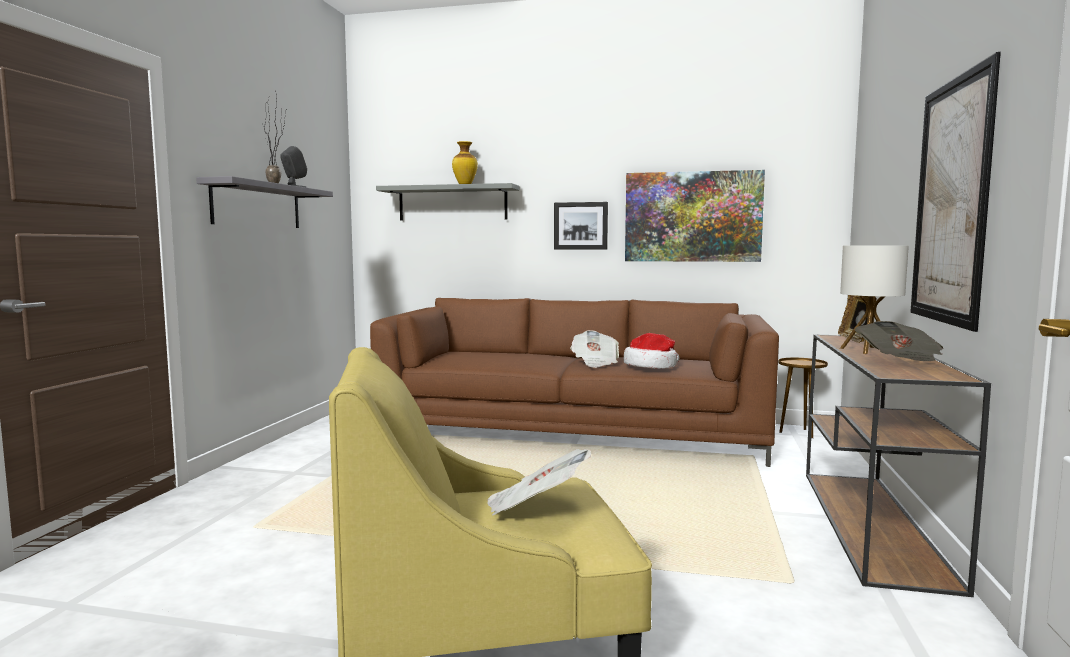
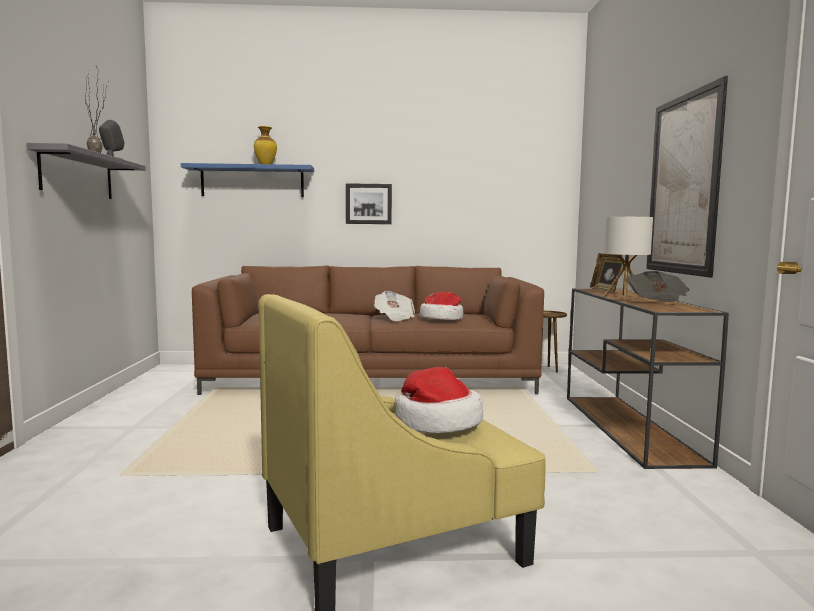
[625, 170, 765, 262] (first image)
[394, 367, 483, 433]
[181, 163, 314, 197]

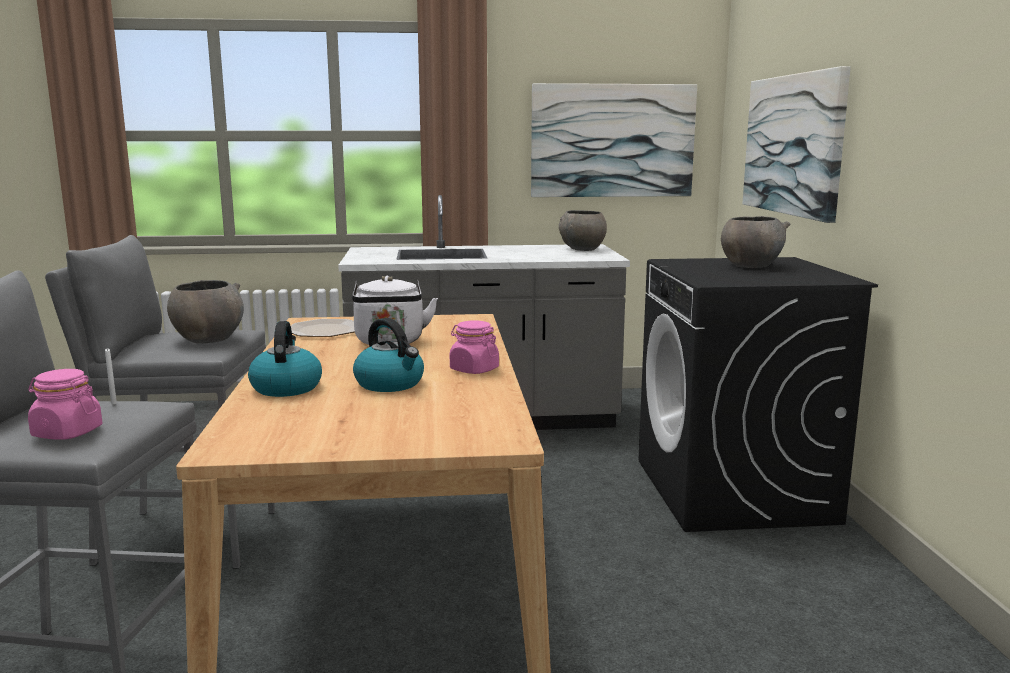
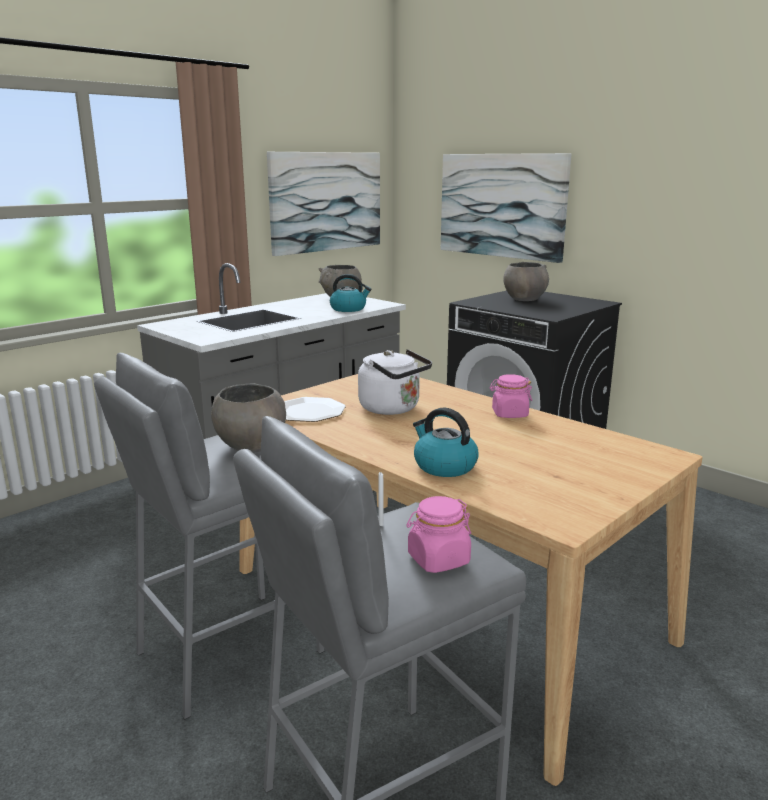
[330, 274, 372, 312]

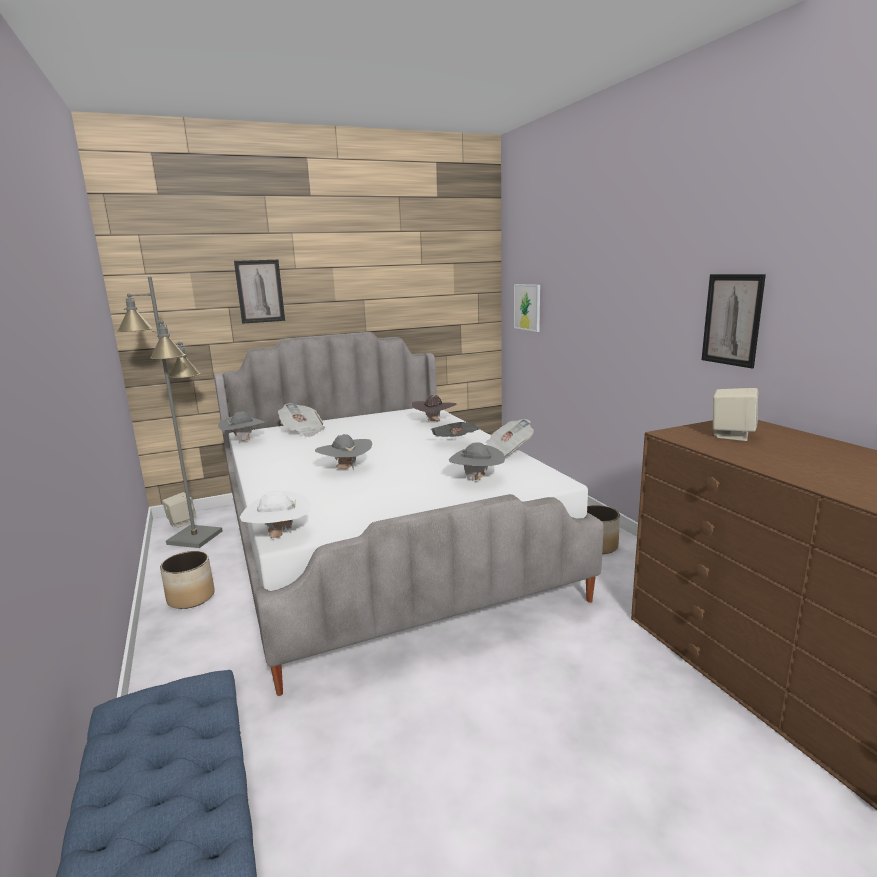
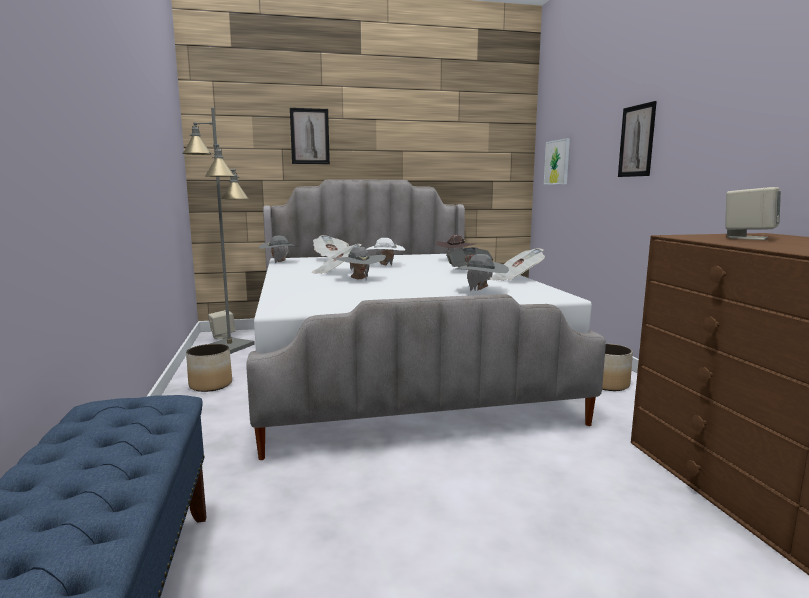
[312, 244, 361, 274]
[366, 238, 405, 266]
[618, 101, 657, 177]

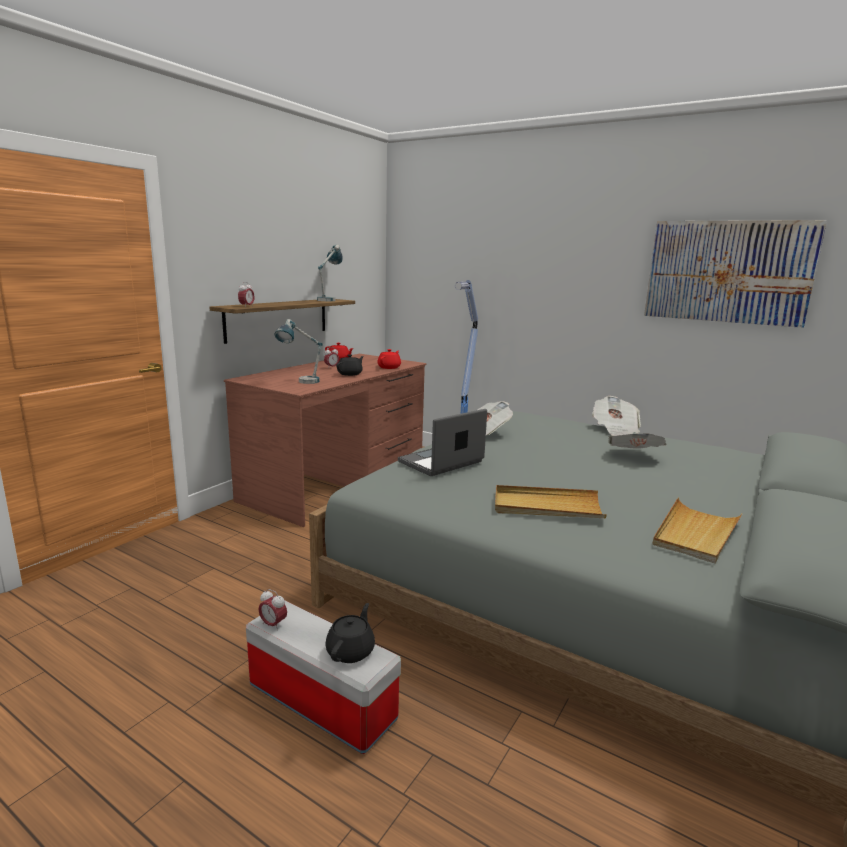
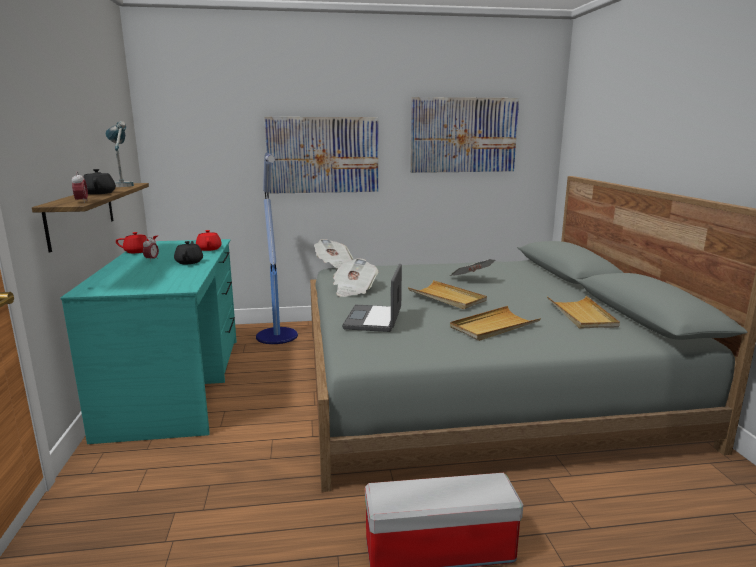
[259, 589, 287, 631] (first image)
[274, 319, 323, 384] (first image)
[264, 117, 378, 194]
[408, 280, 487, 309]
[83, 169, 116, 194]
[314, 239, 353, 269]
[60, 239, 237, 444]

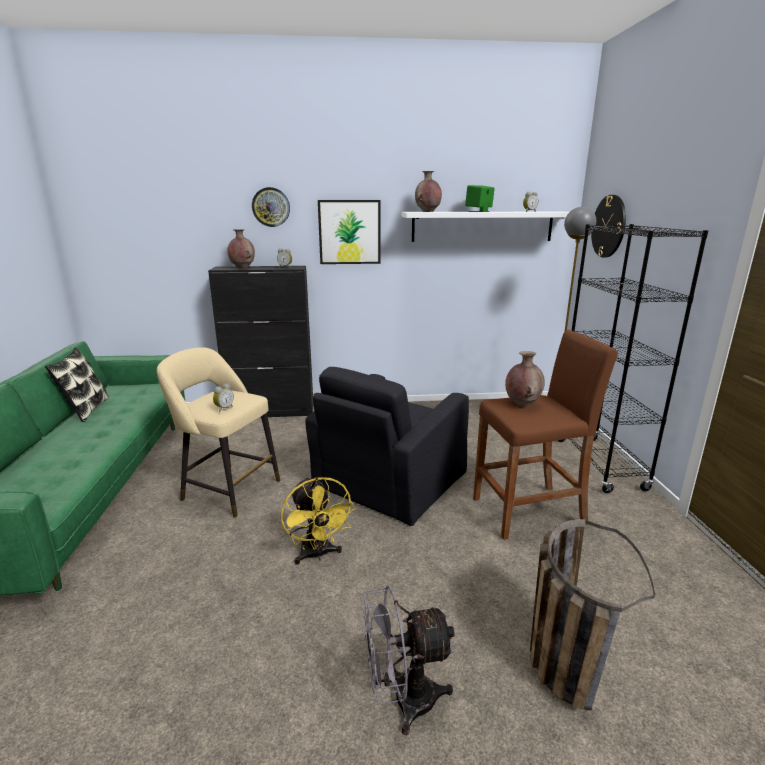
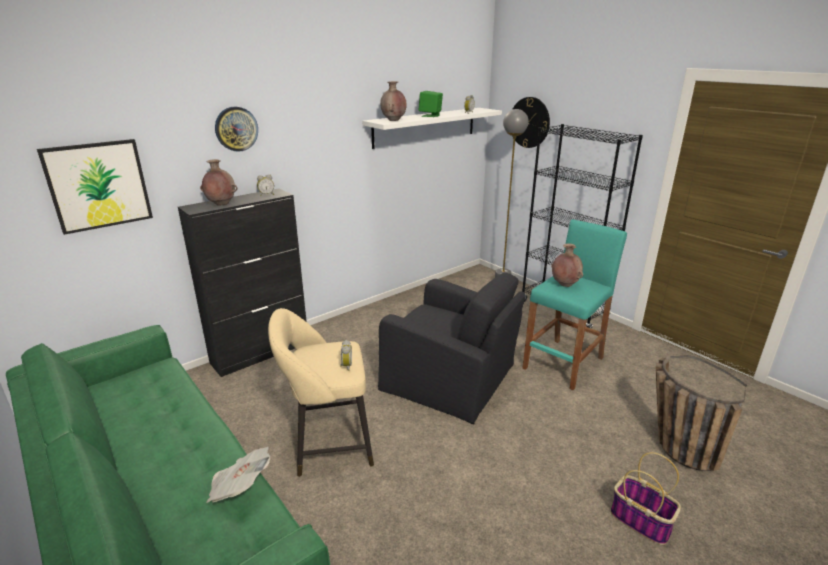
[45, 347, 109, 422] (first image)
[281, 477, 355, 565] (first image)
[207, 447, 271, 503]
[37, 139, 153, 235]
[610, 452, 681, 545]
[523, 219, 627, 390]
[378, 273, 526, 424]

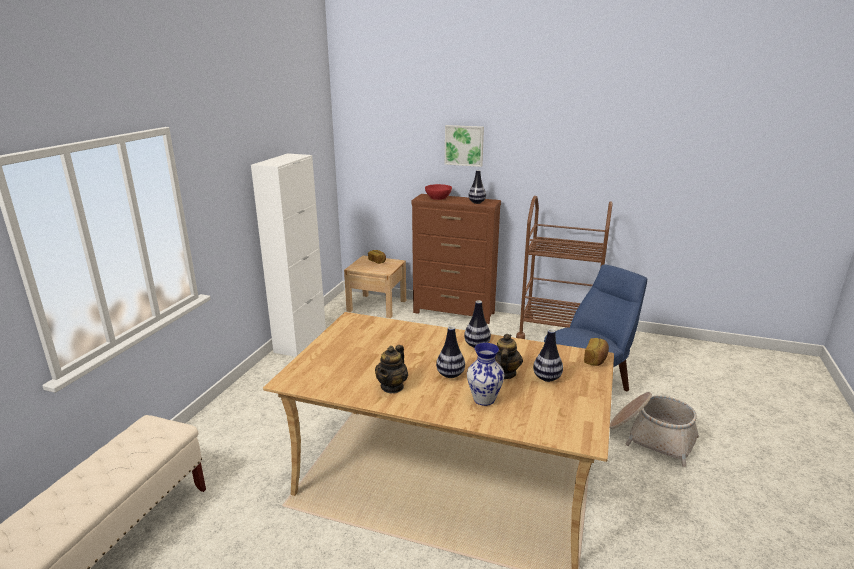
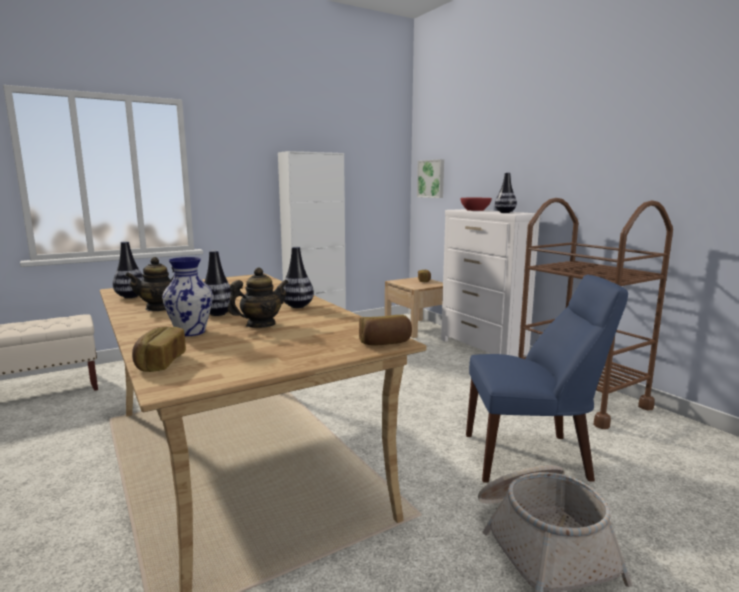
[132, 327, 186, 372]
[417, 159, 444, 198]
[113, 241, 144, 298]
[441, 209, 541, 357]

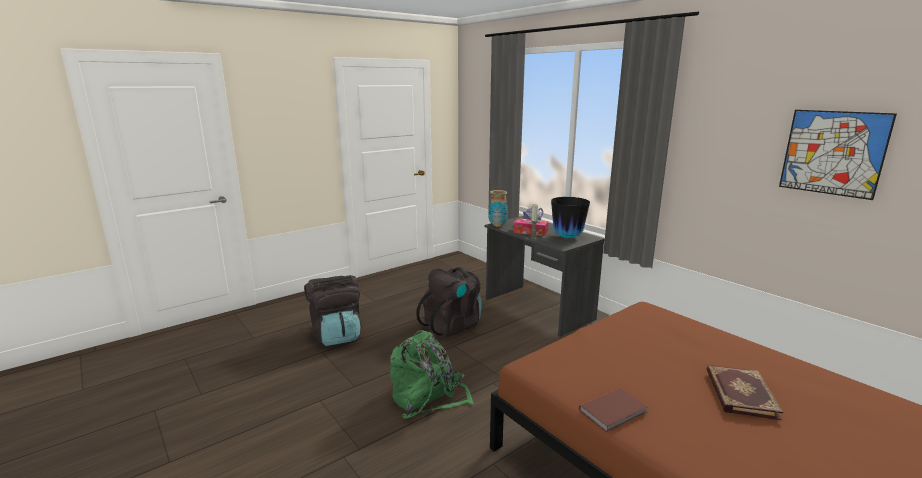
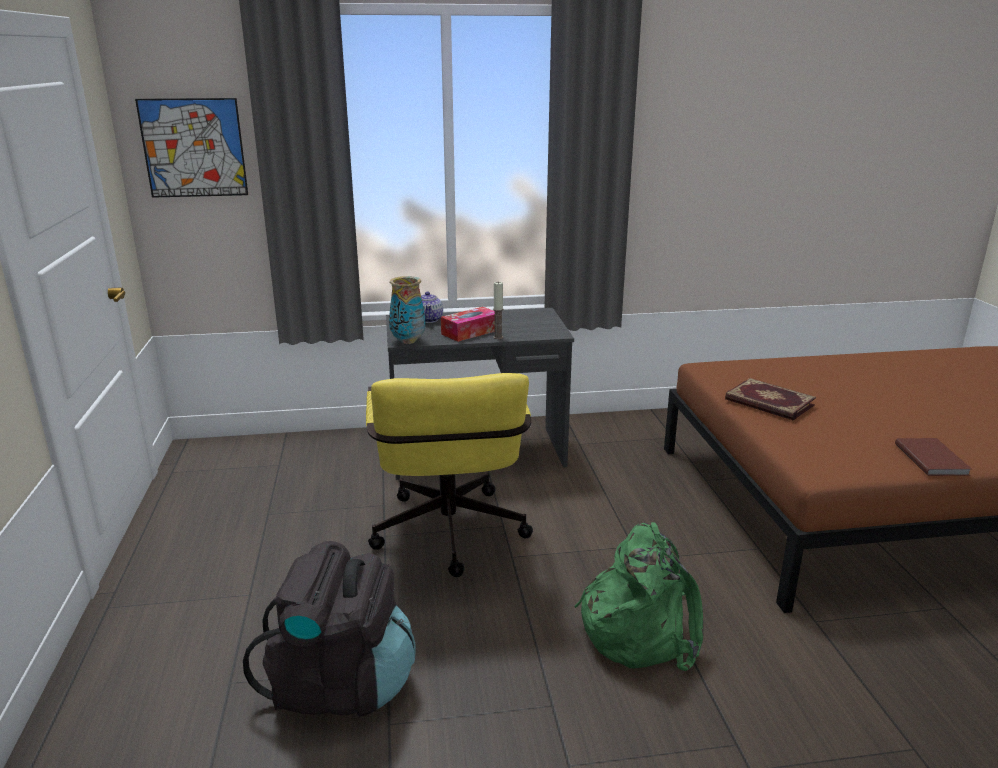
[551, 197, 590, 238] (first image)
[725, 378, 816, 421]
[135, 98, 248, 198]
[366, 373, 533, 577]

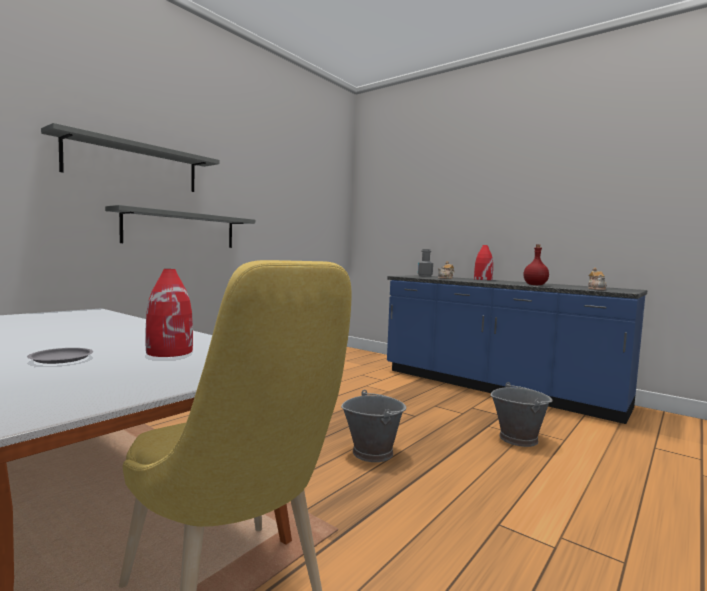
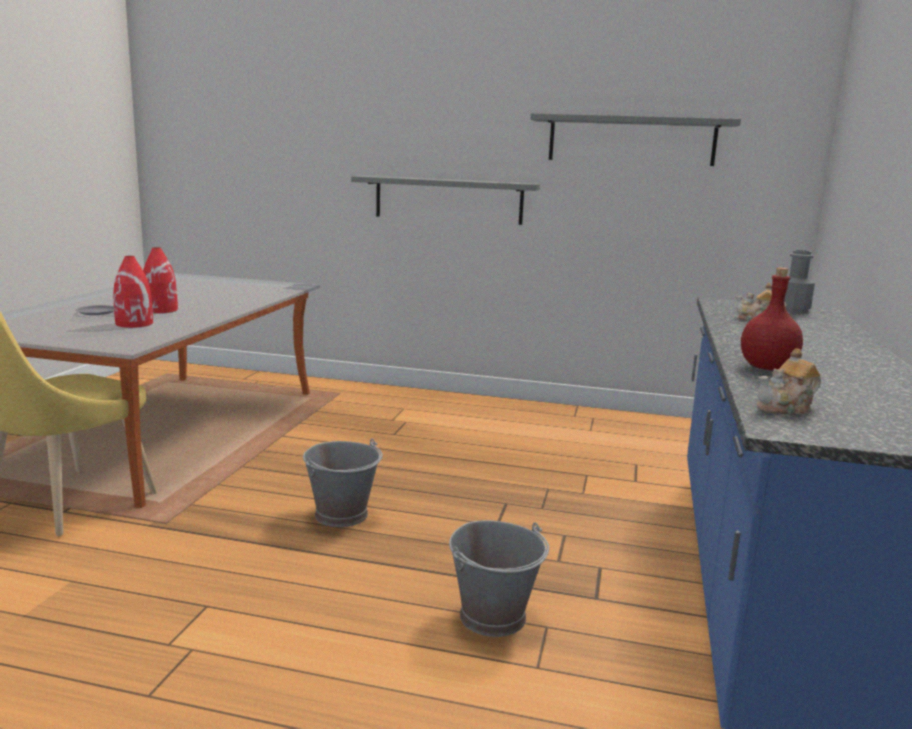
[531, 113, 741, 166]
[143, 247, 178, 313]

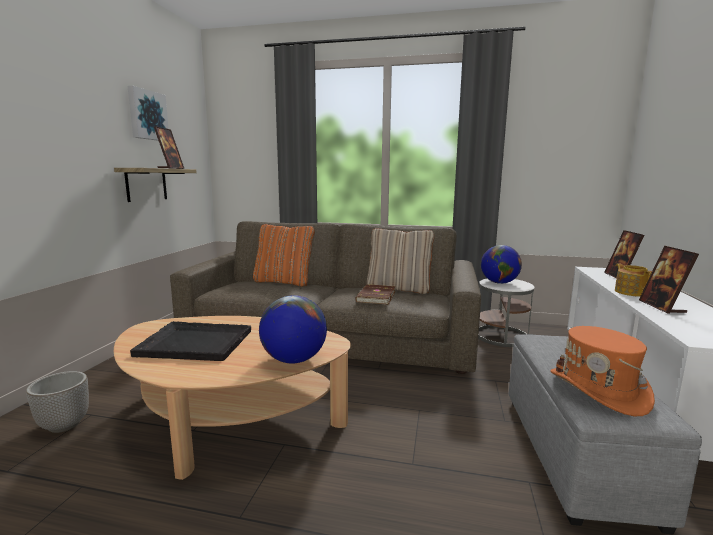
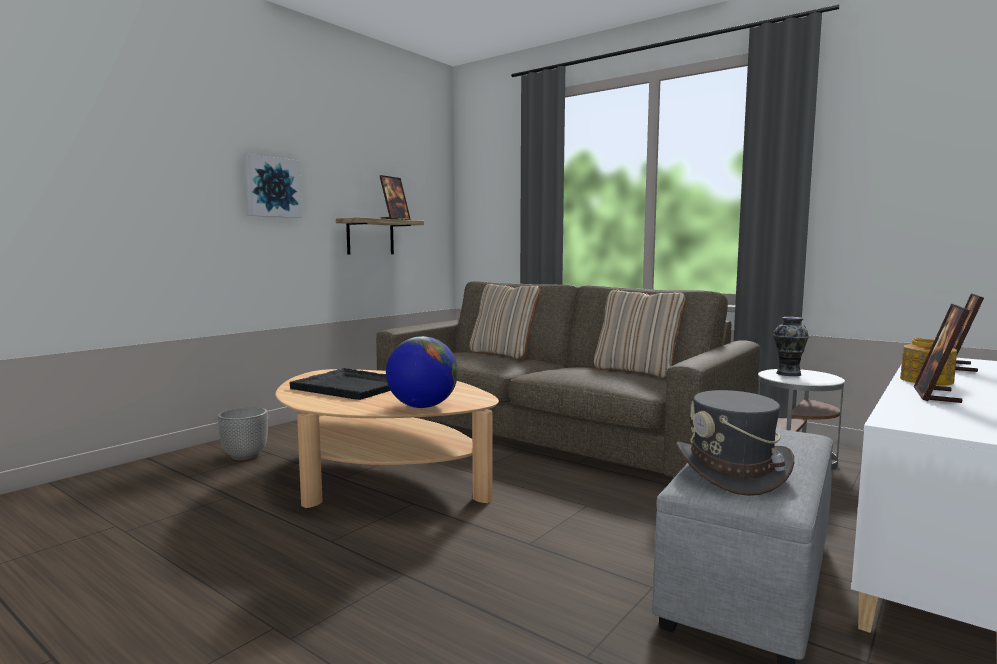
[355, 284, 396, 305] (first image)
[244, 154, 302, 218]
[773, 317, 809, 376]
[469, 284, 541, 359]
[676, 390, 794, 496]

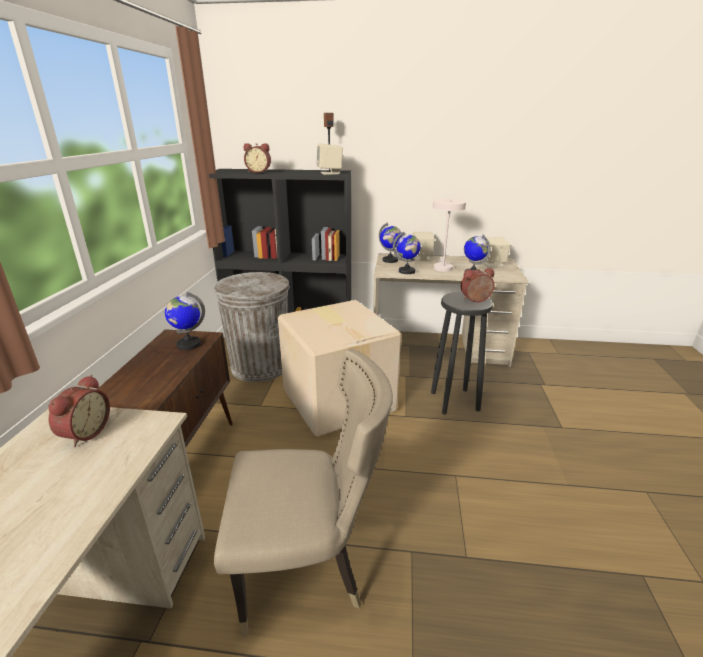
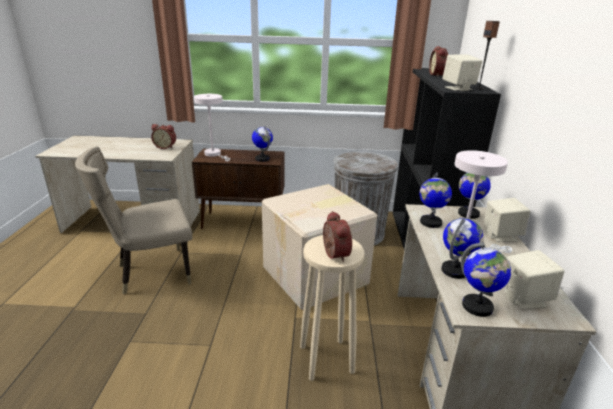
[194, 94, 230, 161]
[461, 242, 511, 317]
[300, 235, 365, 381]
[75, 147, 192, 294]

